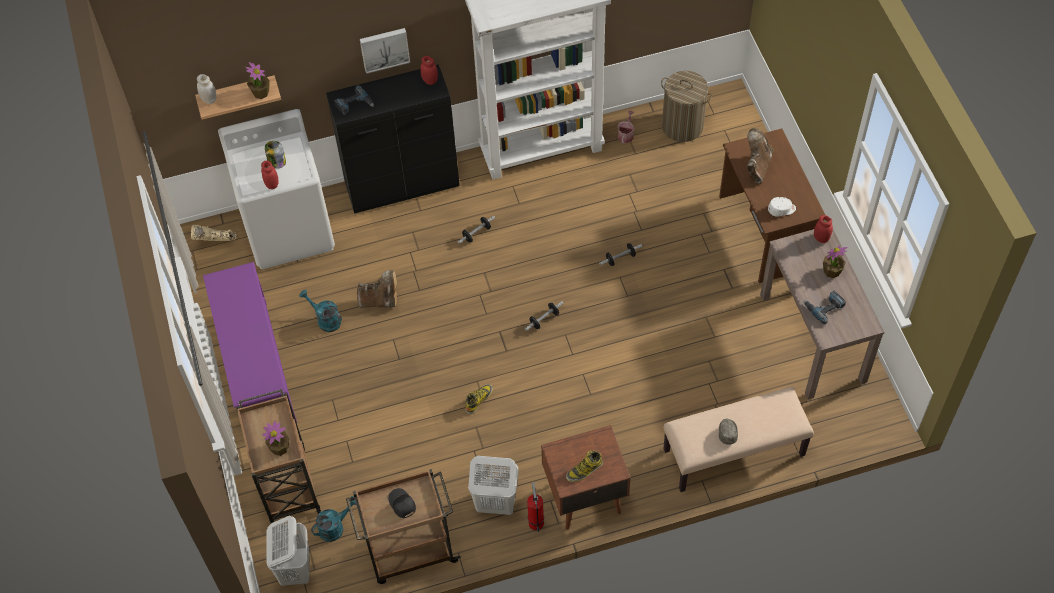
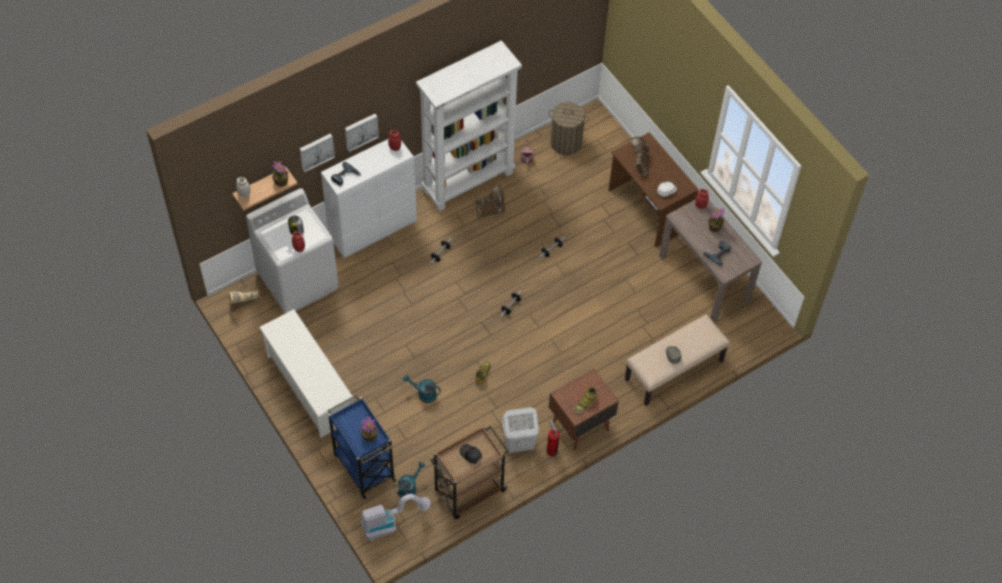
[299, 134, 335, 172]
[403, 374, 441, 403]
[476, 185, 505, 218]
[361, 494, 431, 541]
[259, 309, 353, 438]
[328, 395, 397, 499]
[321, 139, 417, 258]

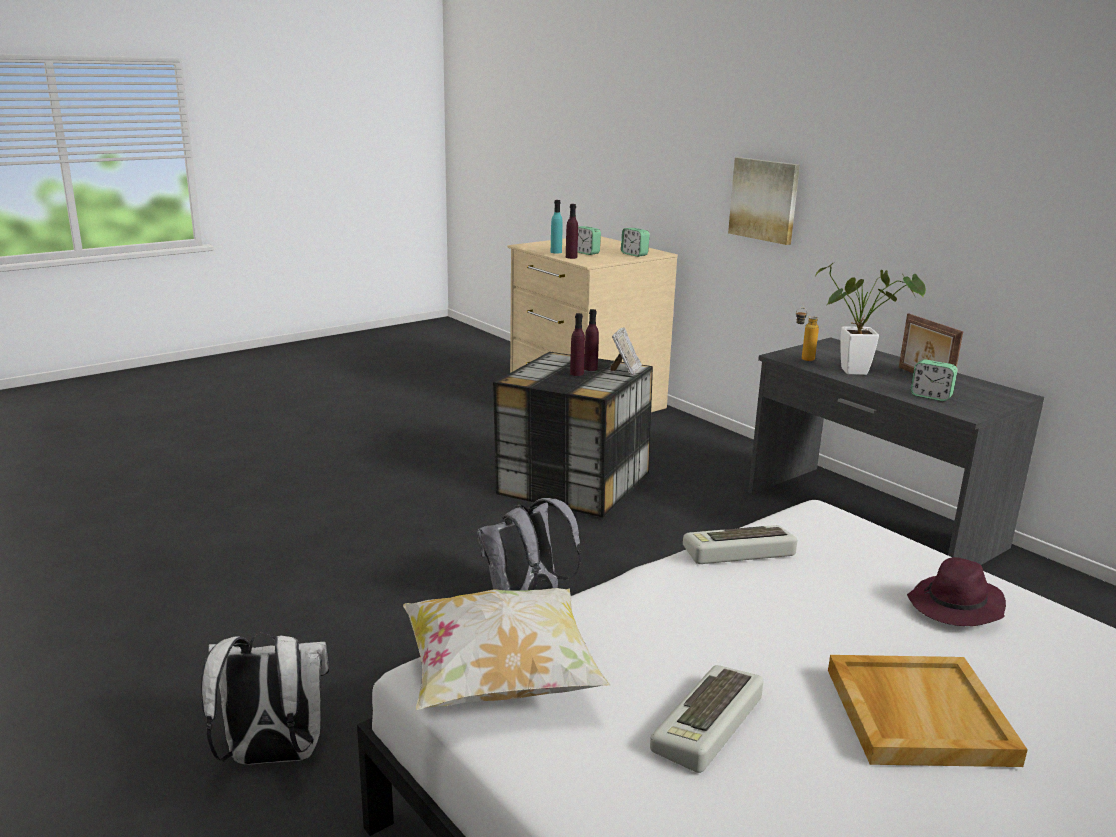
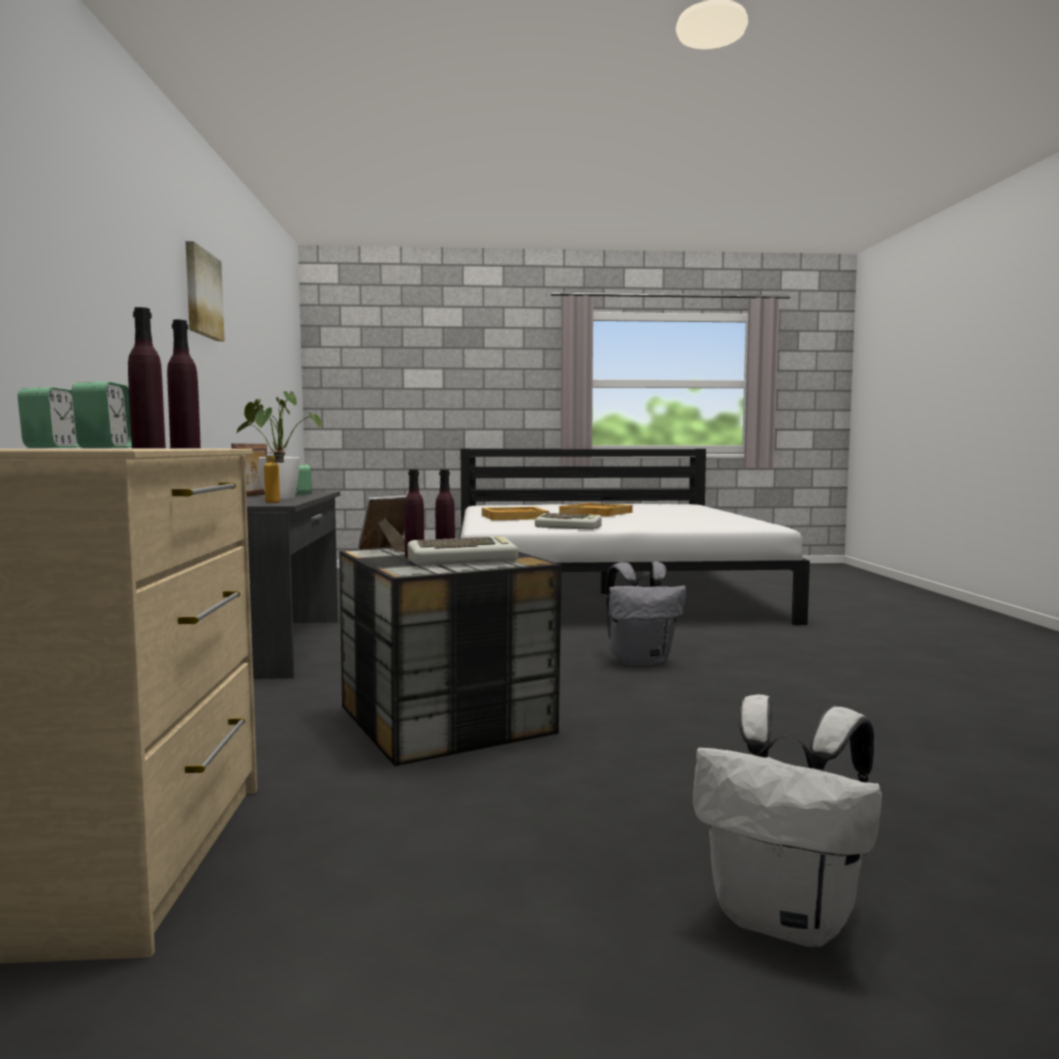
[403, 588, 610, 710] (first image)
[692, 695, 882, 947]
[408, 536, 518, 566]
[186, 241, 225, 341]
[482, 507, 549, 520]
[128, 307, 166, 448]

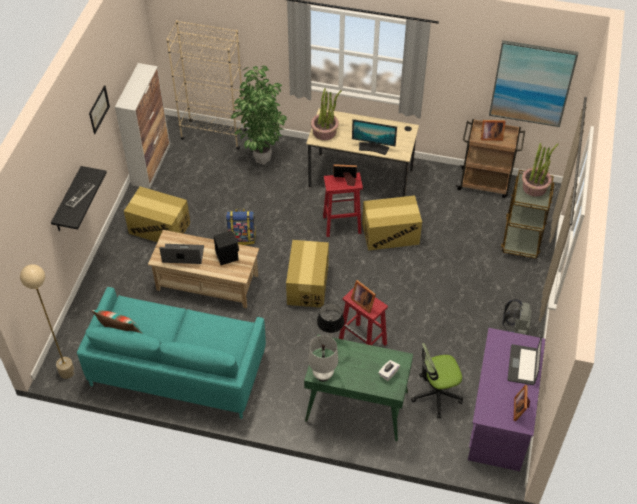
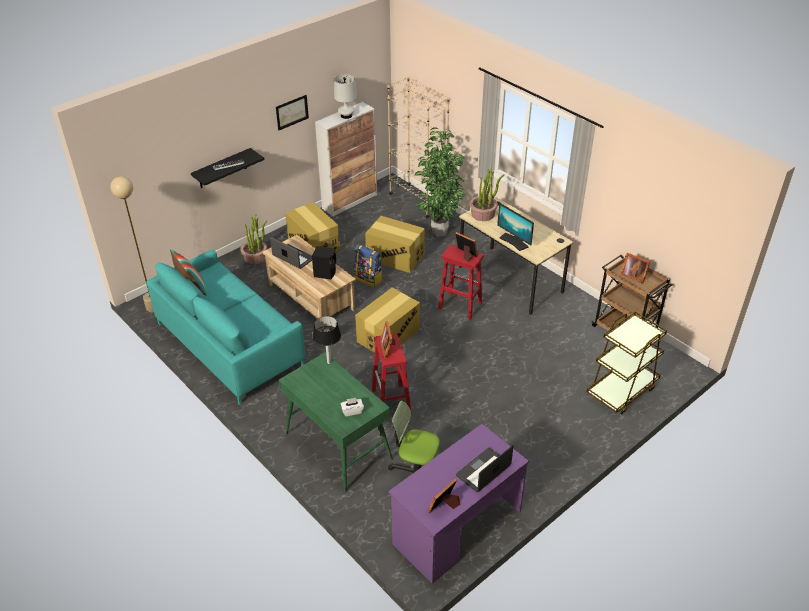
[489, 40, 579, 127] (first image)
[502, 299, 532, 335] (first image)
[334, 74, 357, 119]
[365, 216, 425, 273]
[240, 215, 267, 265]

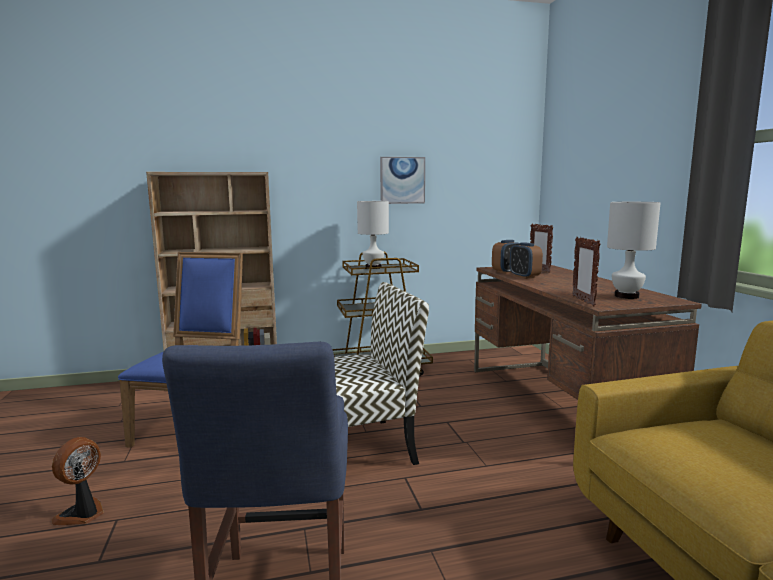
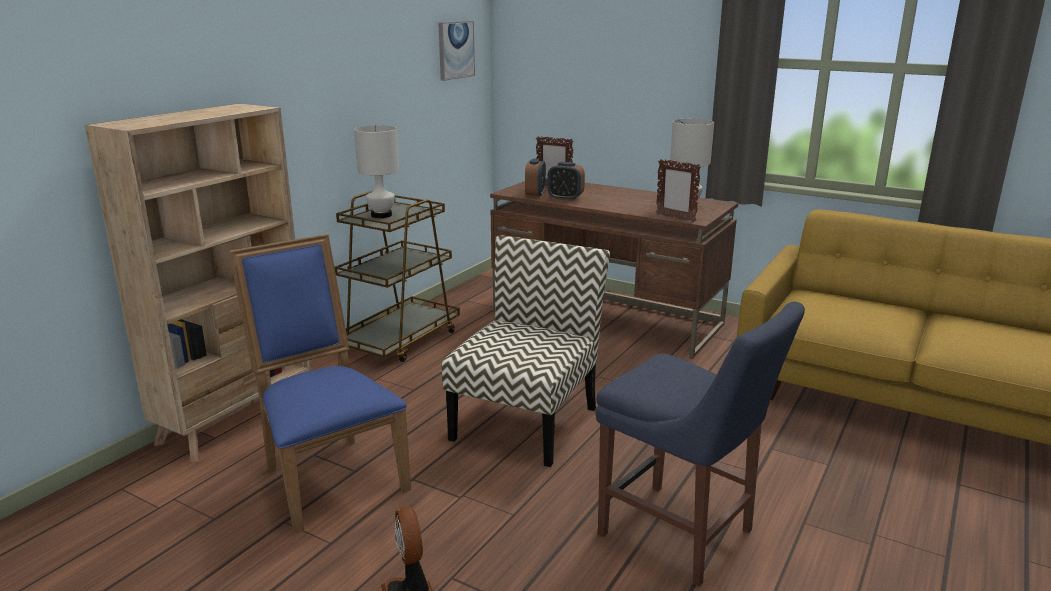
[438, 21, 475, 81]

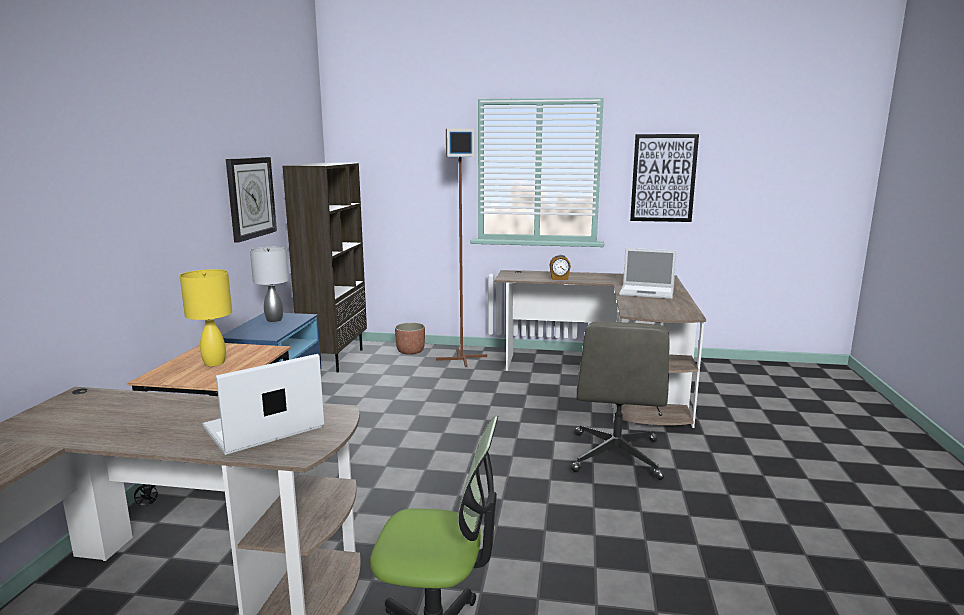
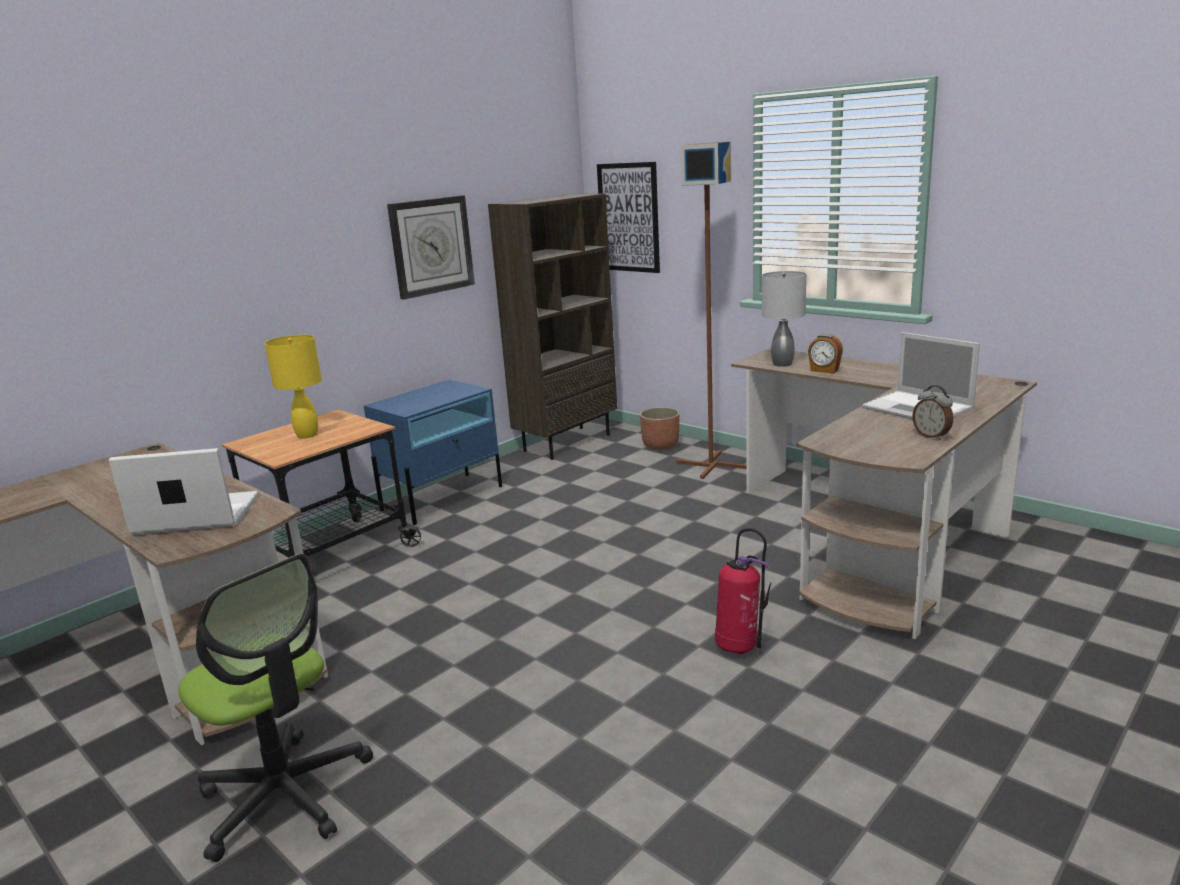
[913, 385, 953, 440]
[762, 271, 806, 367]
[597, 162, 660, 273]
[715, 528, 771, 654]

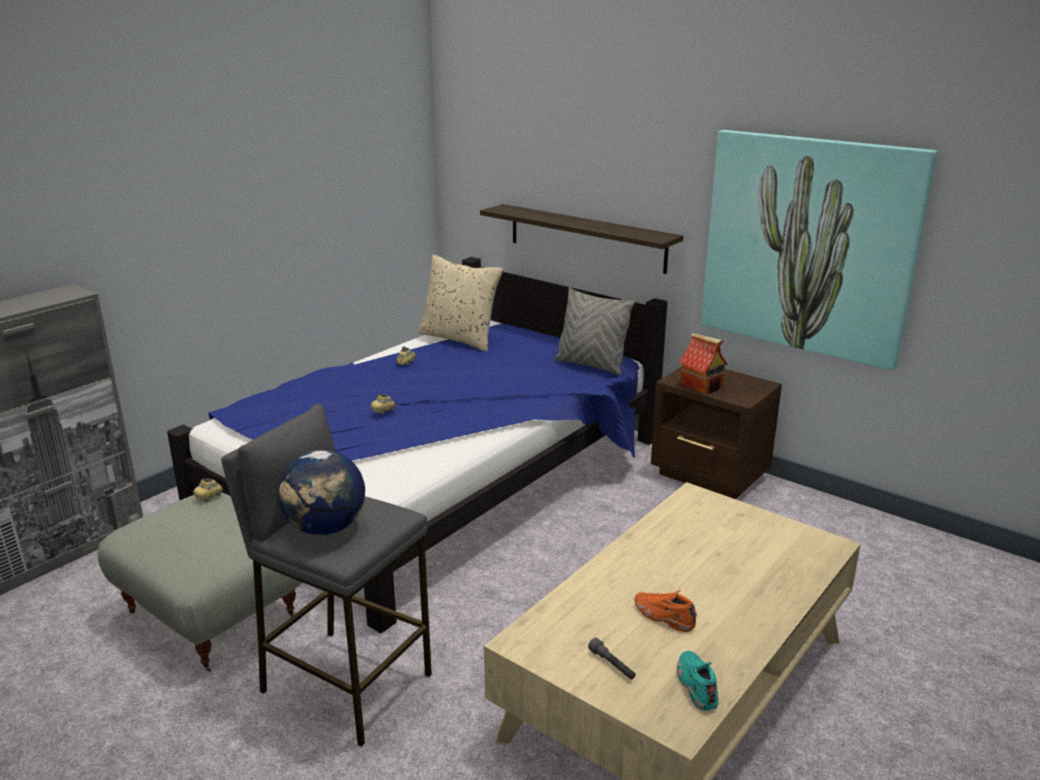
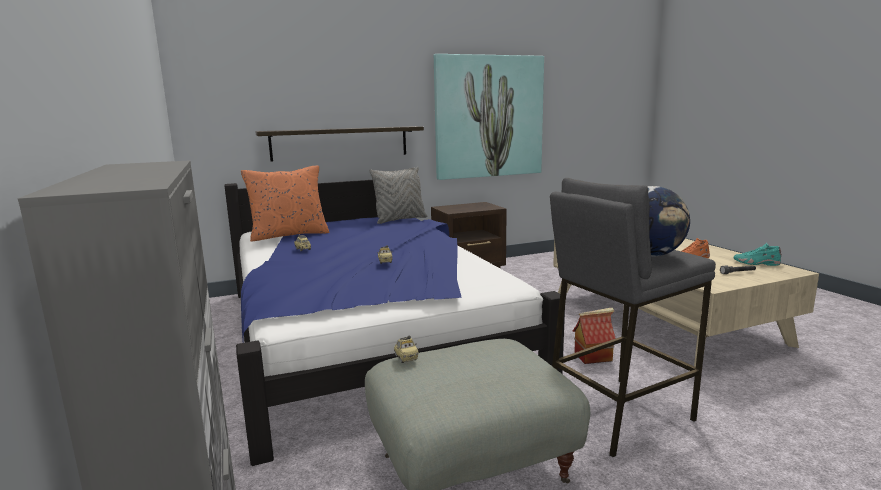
[573, 308, 616, 364]
[241, 166, 329, 242]

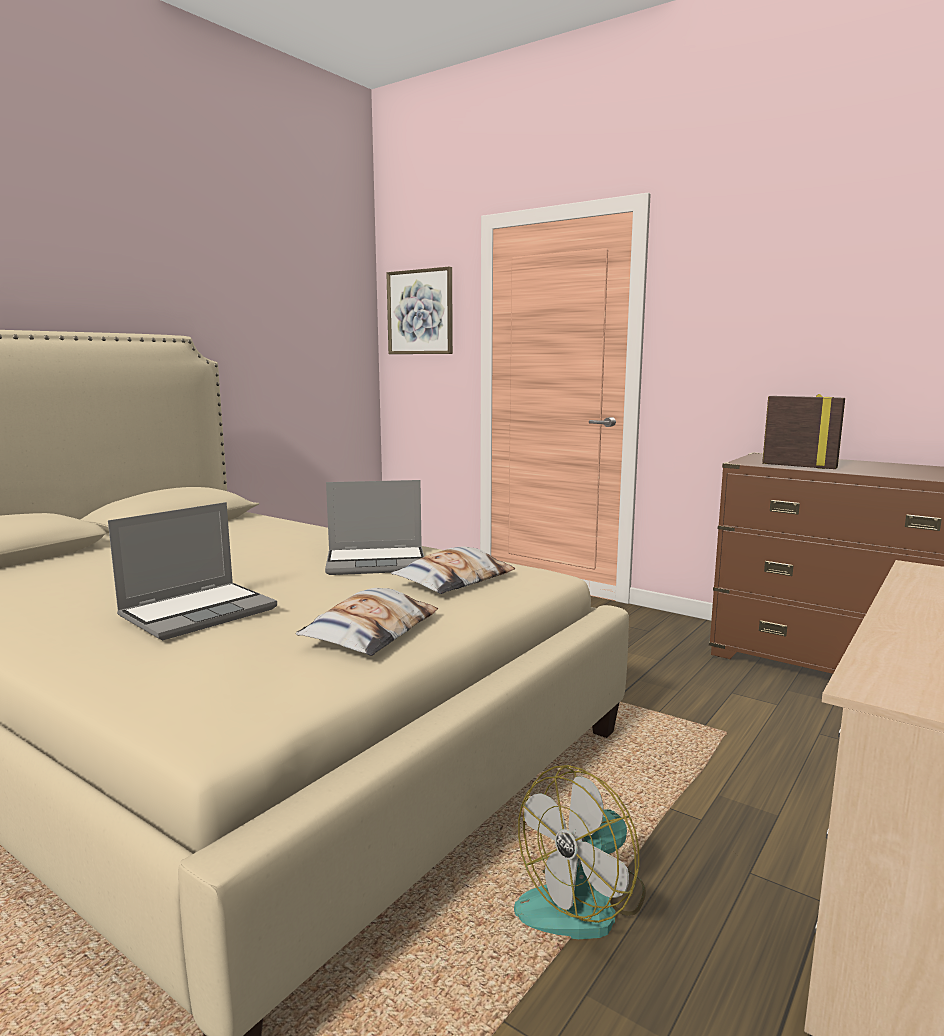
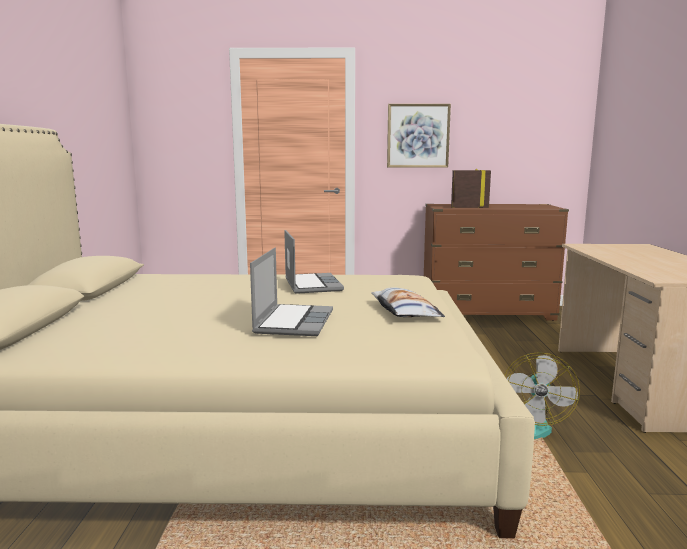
[391, 546, 515, 594] (first image)
[387, 104, 451, 168]
[284, 230, 344, 294]

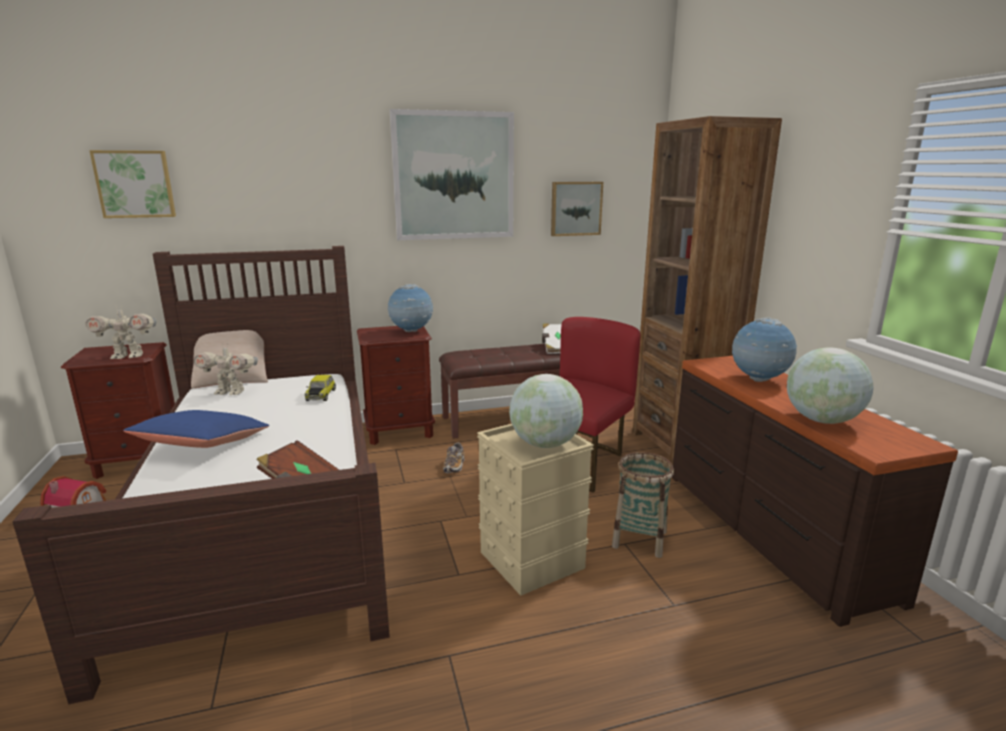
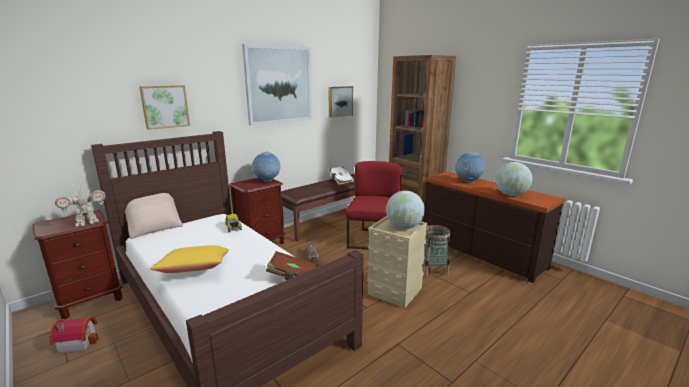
[194, 343, 258, 395] (first image)
[139, 85, 190, 130]
[150, 245, 229, 273]

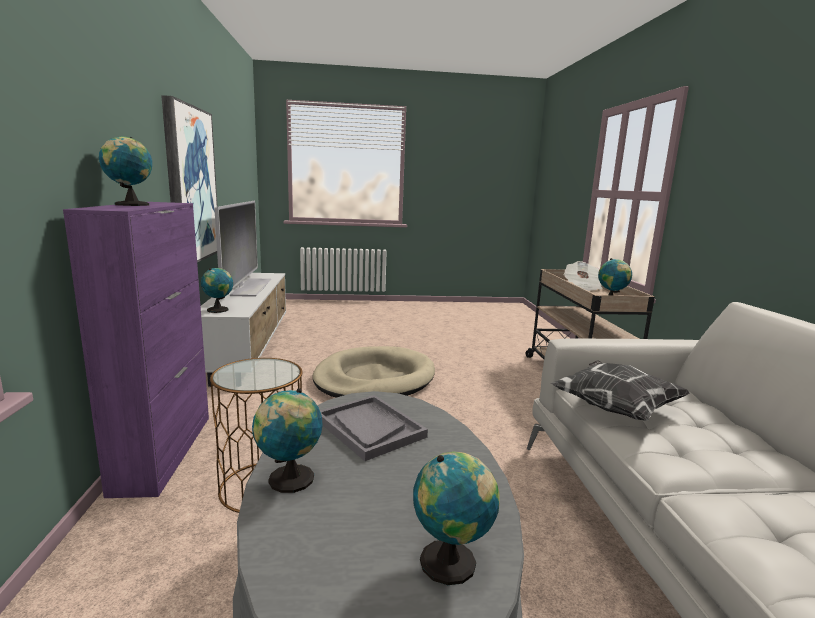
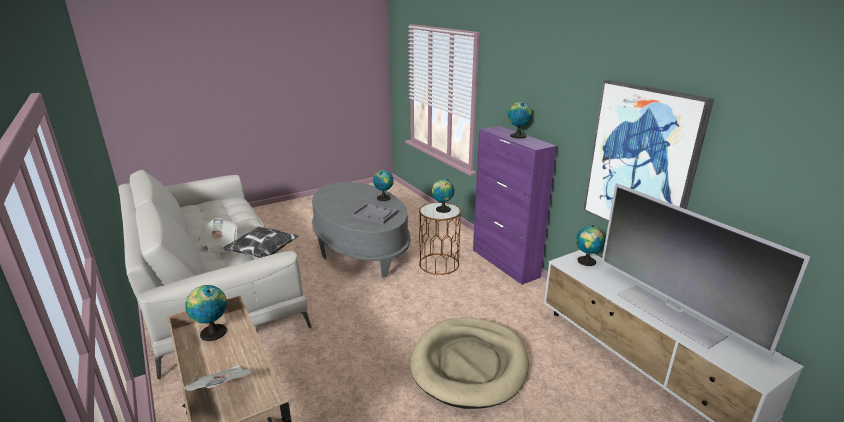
[199, 218, 237, 255]
[432, 179, 454, 213]

